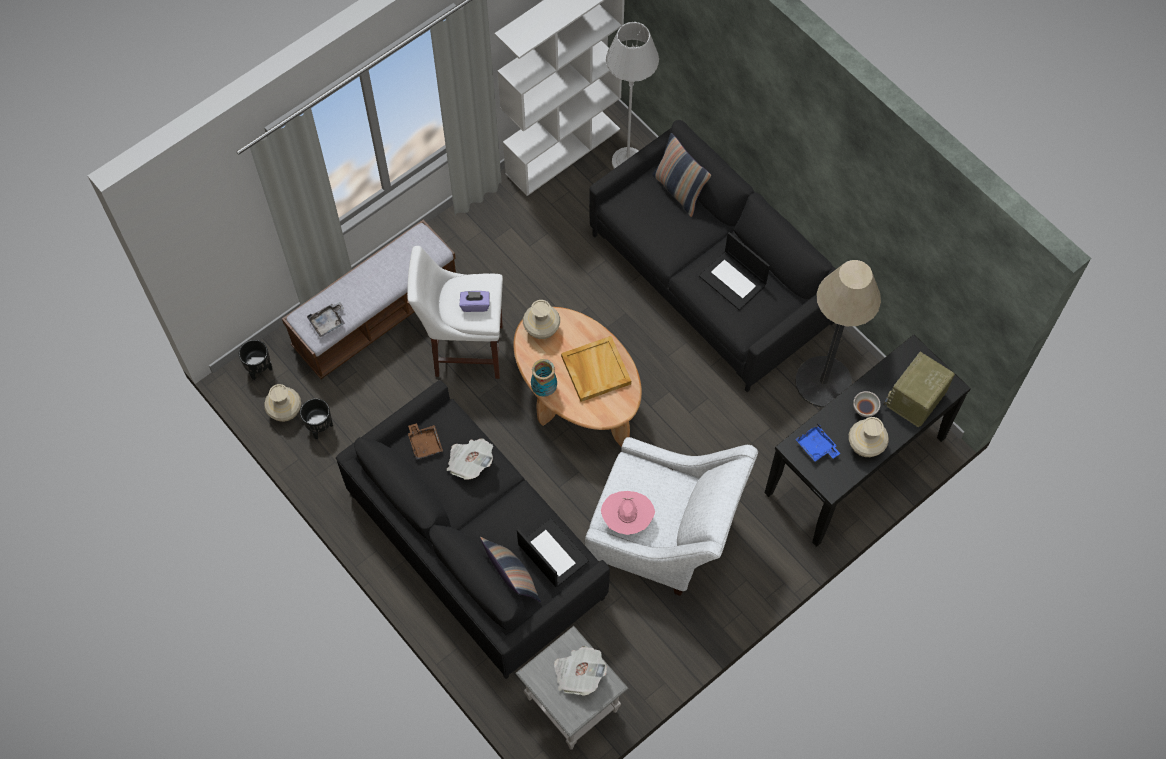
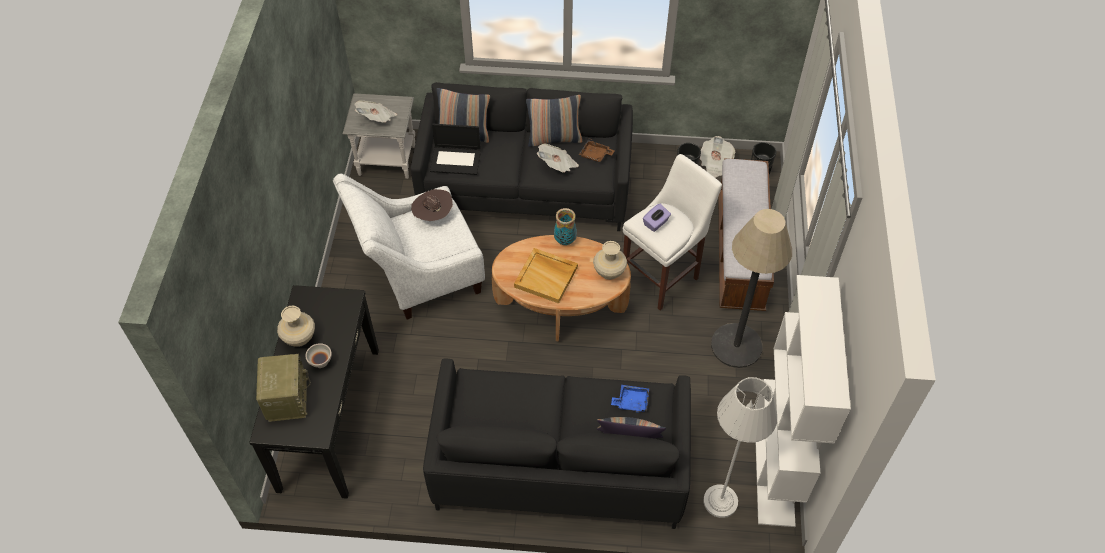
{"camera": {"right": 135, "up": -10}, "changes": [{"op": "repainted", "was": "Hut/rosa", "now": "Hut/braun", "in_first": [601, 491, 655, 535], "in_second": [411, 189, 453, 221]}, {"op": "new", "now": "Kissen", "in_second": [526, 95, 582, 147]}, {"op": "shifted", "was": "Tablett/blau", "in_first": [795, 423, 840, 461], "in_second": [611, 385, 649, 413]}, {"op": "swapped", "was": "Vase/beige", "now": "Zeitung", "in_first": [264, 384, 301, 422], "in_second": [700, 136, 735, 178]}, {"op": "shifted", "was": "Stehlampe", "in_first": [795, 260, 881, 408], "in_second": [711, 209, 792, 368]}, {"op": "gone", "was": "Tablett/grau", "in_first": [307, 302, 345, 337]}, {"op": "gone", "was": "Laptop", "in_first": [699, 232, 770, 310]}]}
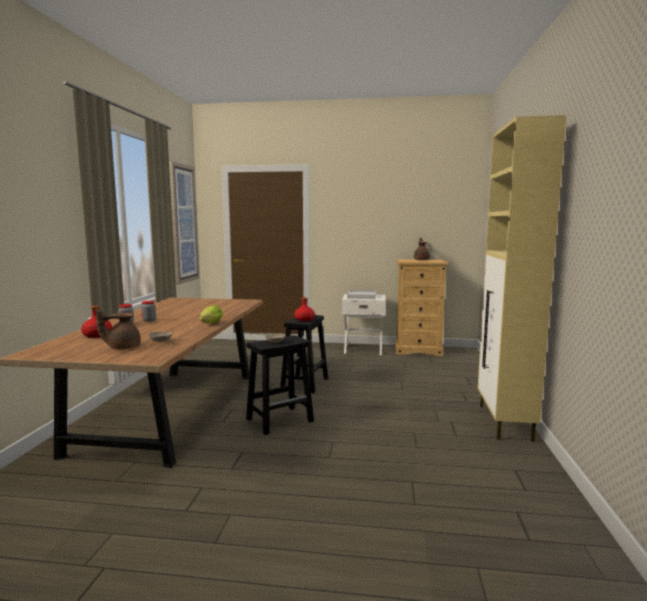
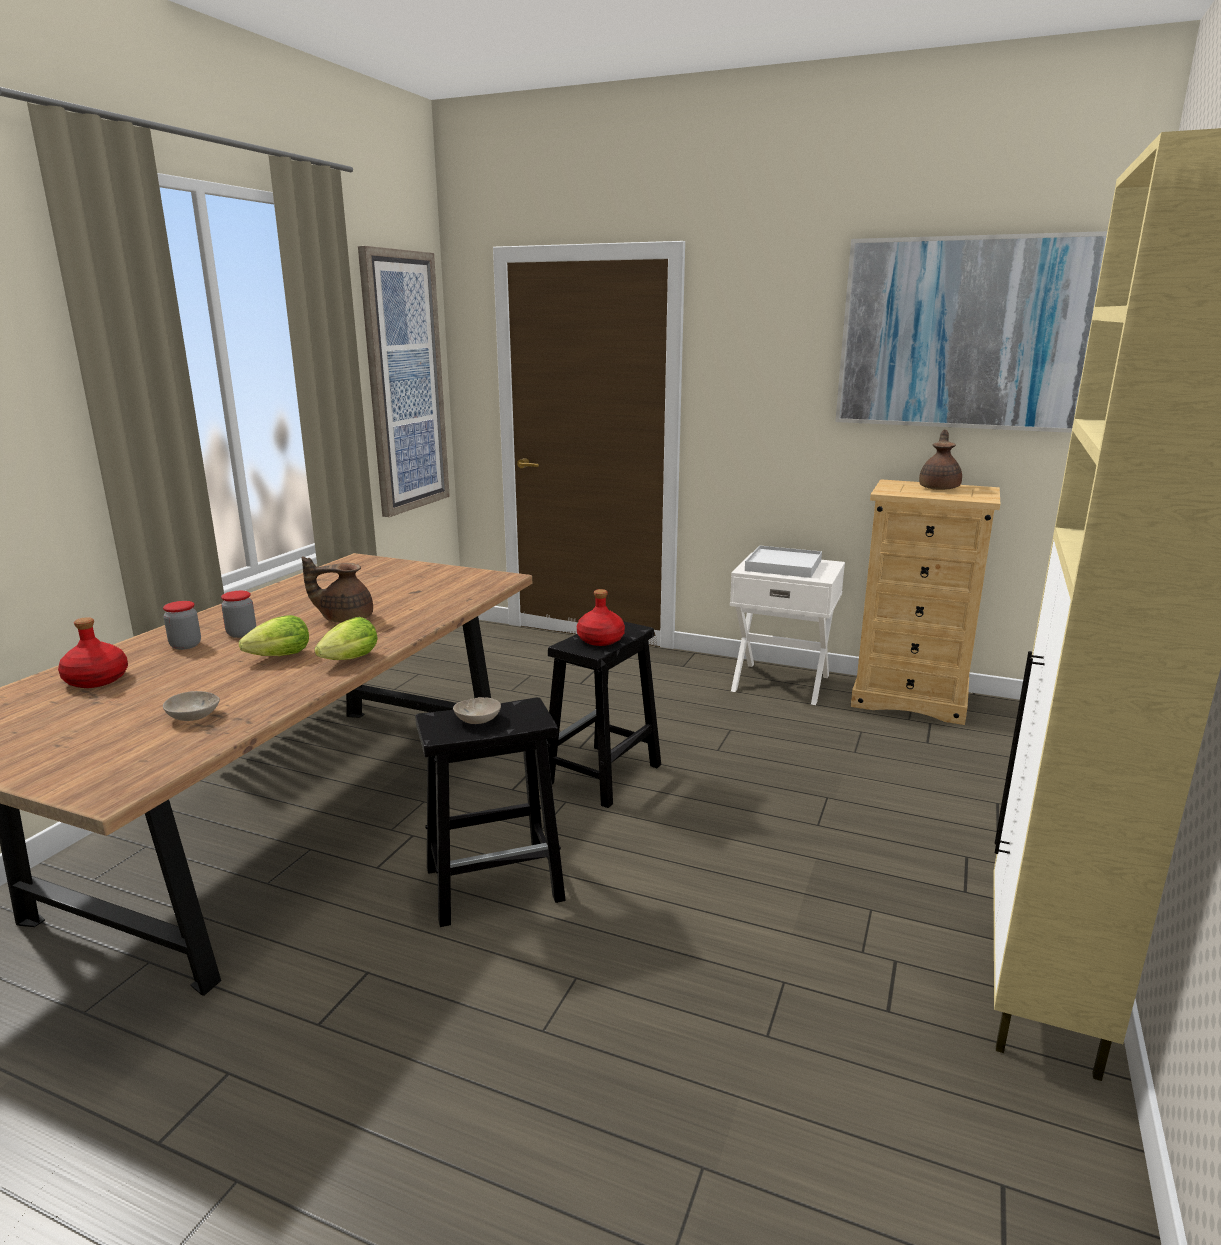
{"camera": {"right": 15, "up": 10}, "changes": [{"op": "new", "now": "Salatkopf", "in_second": [239, 615, 309, 656]}, {"op": "shifted", "was": "Teekanne/braun", "in_first": [96, 309, 141, 349], "in_second": [302, 556, 373, 623]}, {"op": "new", "now": "Bild", "in_second": [835, 231, 1107, 433]}]}
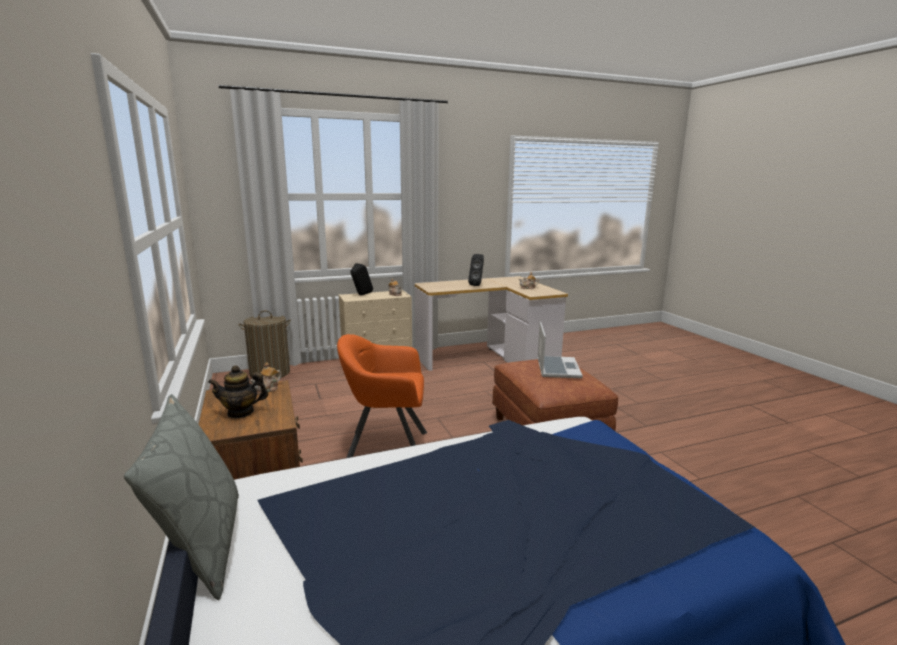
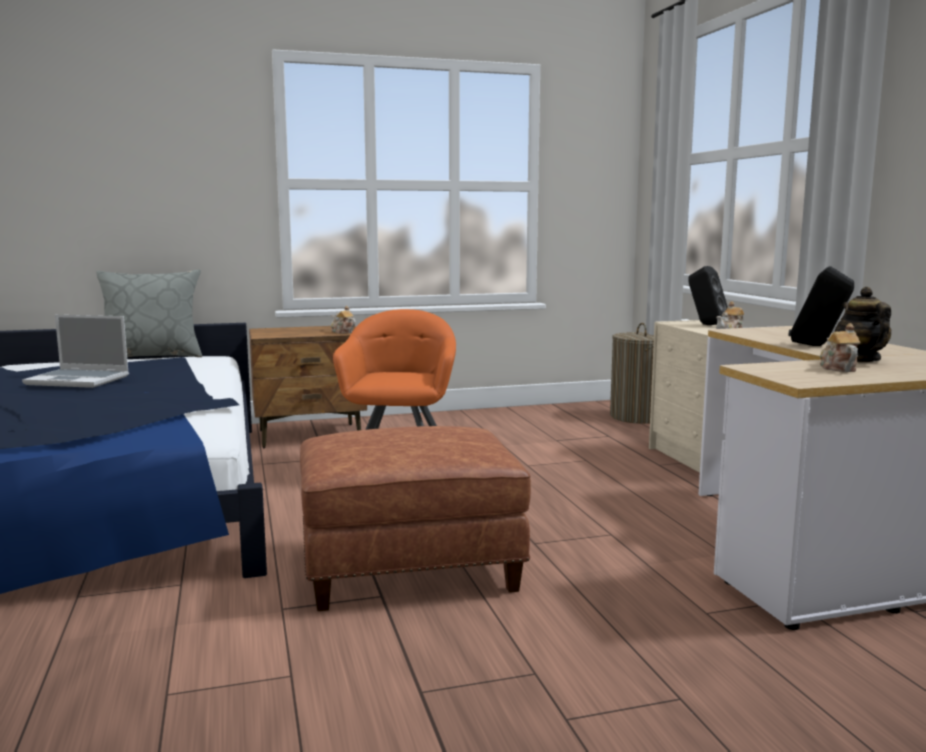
{"camera": {"right": 95, "up": -5}, "changes": [{"op": "shifted", "was": "Laptop", "in_first": [537, 322, 583, 378], "in_second": [22, 315, 129, 388]}, {"op": "shifted", "was": "Teekanne", "in_first": [208, 366, 268, 418], "in_second": [835, 287, 891, 362]}]}
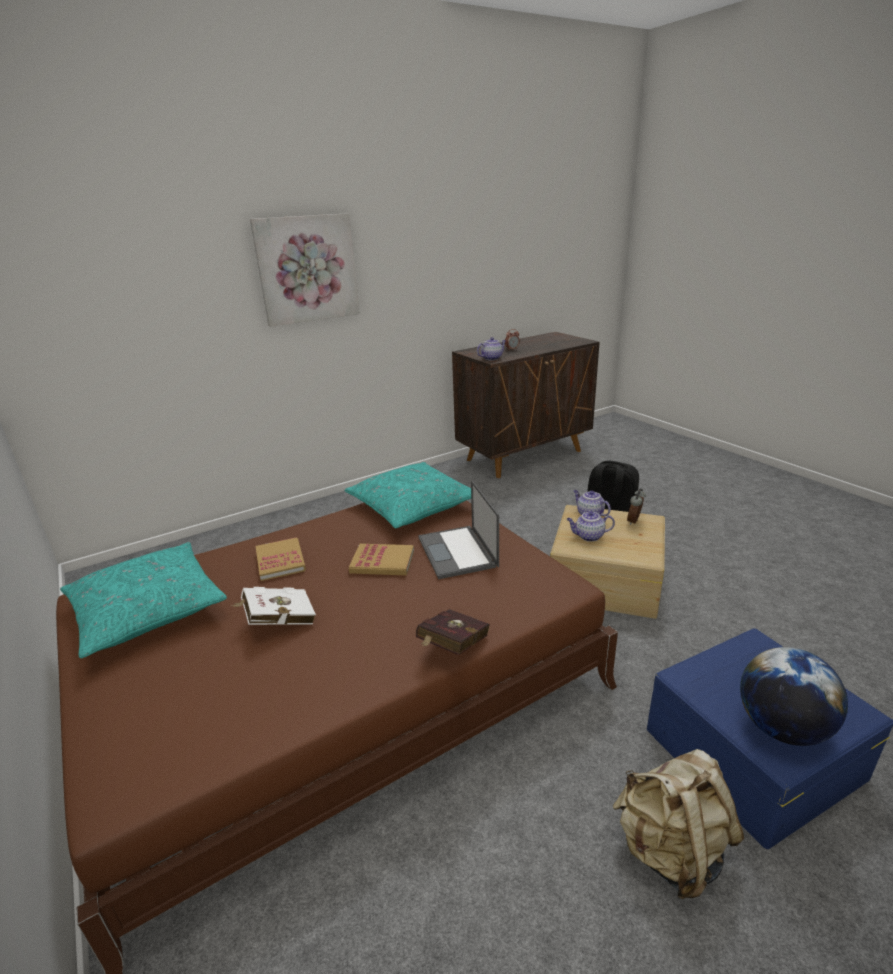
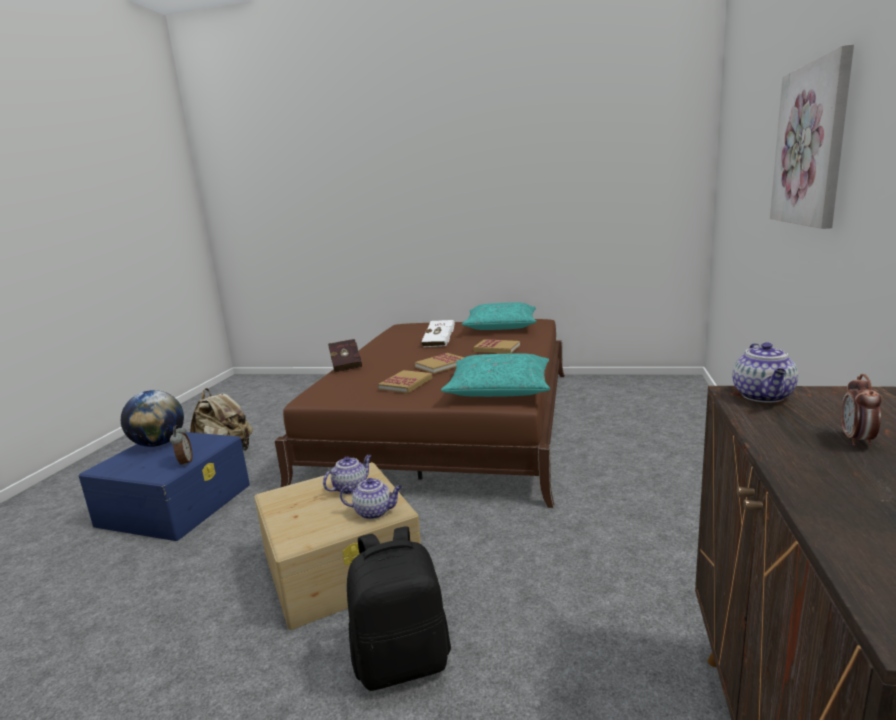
{"camera": {"right": 135, "up": -10}, "changes": [{"op": "shifted", "was": "Wecker", "in_first": [627, 488, 646, 525], "in_second": [170, 425, 193, 467]}, {"op": "swapped", "was": "Laptop", "now": "Buch", "in_first": [418, 480, 499, 579], "in_second": [378, 370, 432, 393]}]}
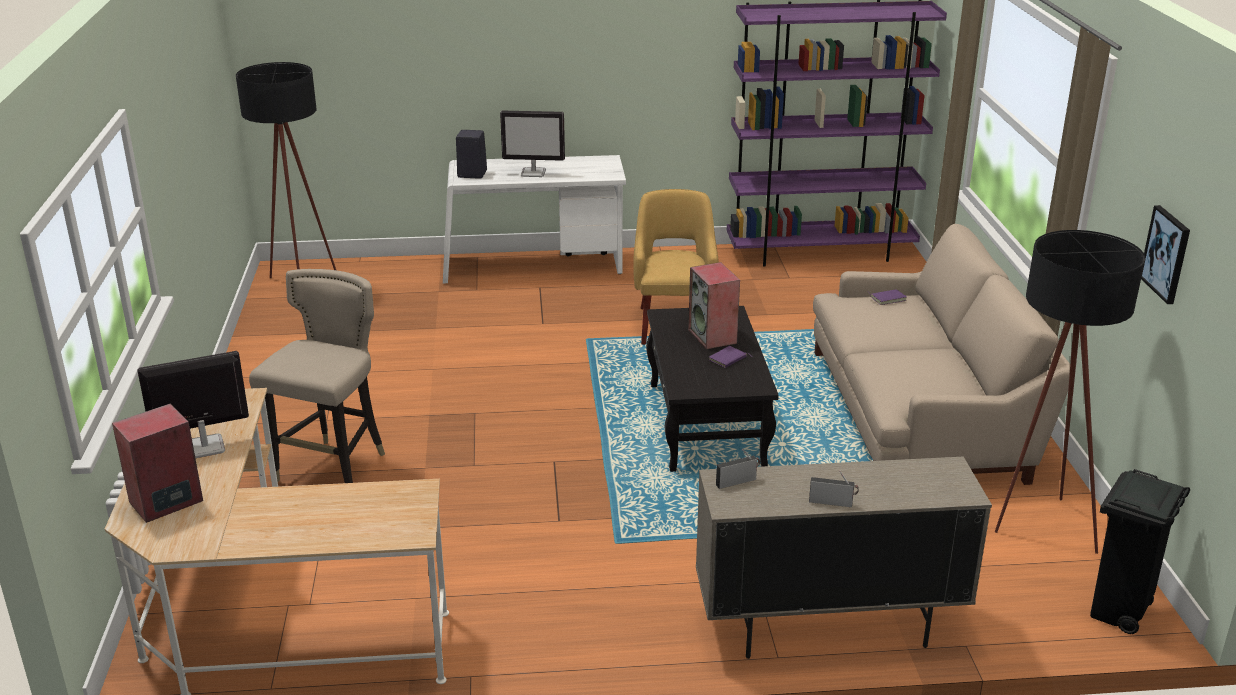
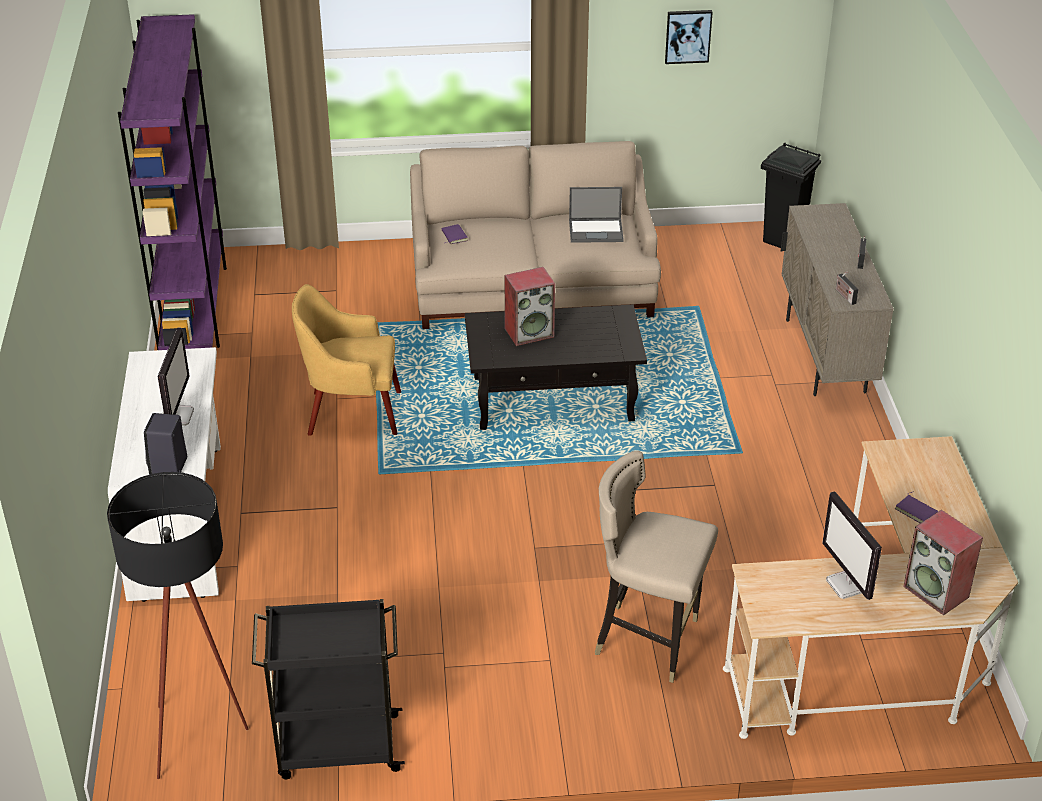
{"camera": {"right": -90, "up": 10}, "changes": [{"op": "new", "now": "Rollwagen/schwarz", "in_second": [252, 599, 405, 779]}, {"op": "new", "now": "Laptop", "in_second": [569, 187, 624, 243]}, {"op": "shifted", "was": "Buch/lila", "in_first": [709, 346, 751, 368], "in_second": [895, 492, 938, 523]}, {"op": "gone", "was": "Stehlampe/schwarz", "in_first": [995, 230, 1146, 554]}]}
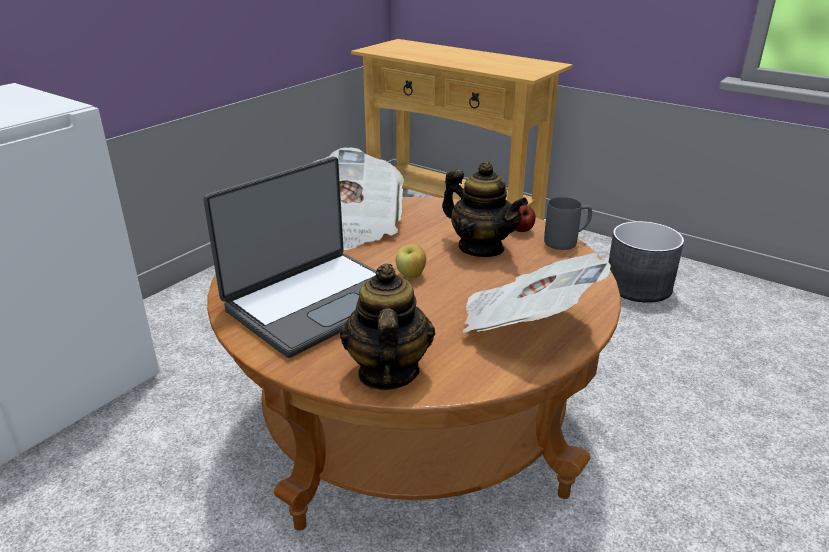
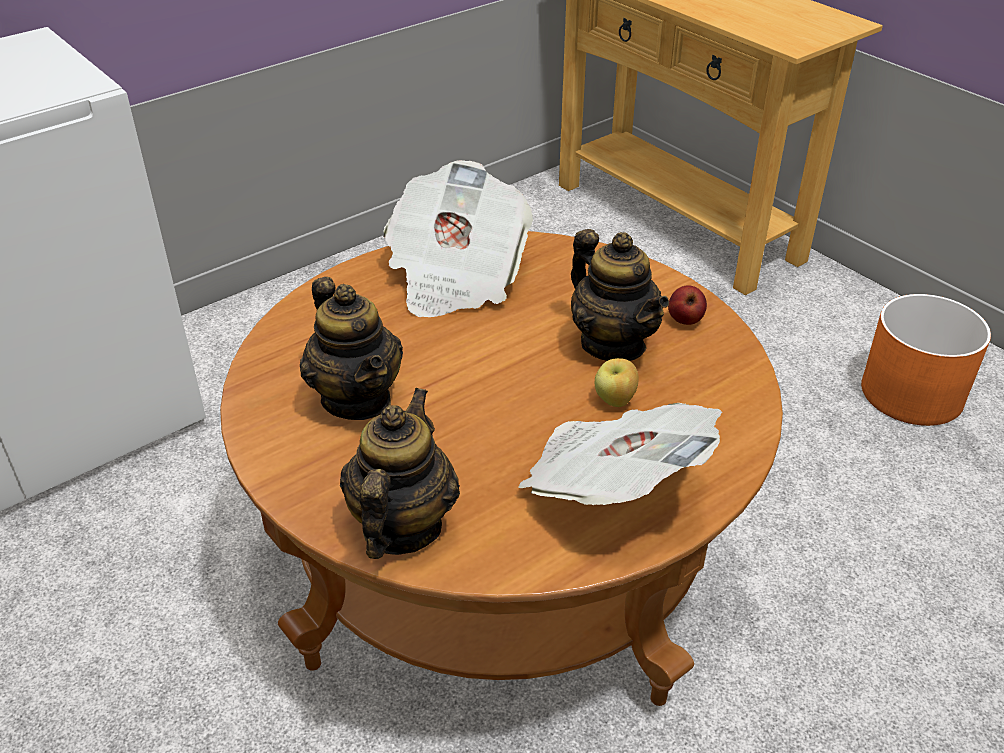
{"camera": {"right": 15, "up": 10}, "changes": [{"op": "swapped", "was": "Laptop", "now": "Teekanne", "in_first": [203, 157, 376, 358], "in_second": [300, 277, 403, 420]}, {"op": "shifted", "was": "Apfel", "in_first": [396, 244, 426, 278], "in_second": [595, 358, 638, 407]}, {"op": "repainted", "was": "Pflanzkübel/grau", "now": "Pflanzkübel/orange", "in_first": [609, 221, 684, 303], "in_second": [861, 294, 991, 426]}, {"op": "gone", "was": "Henkelbecher/grau", "in_first": [544, 197, 592, 250]}]}
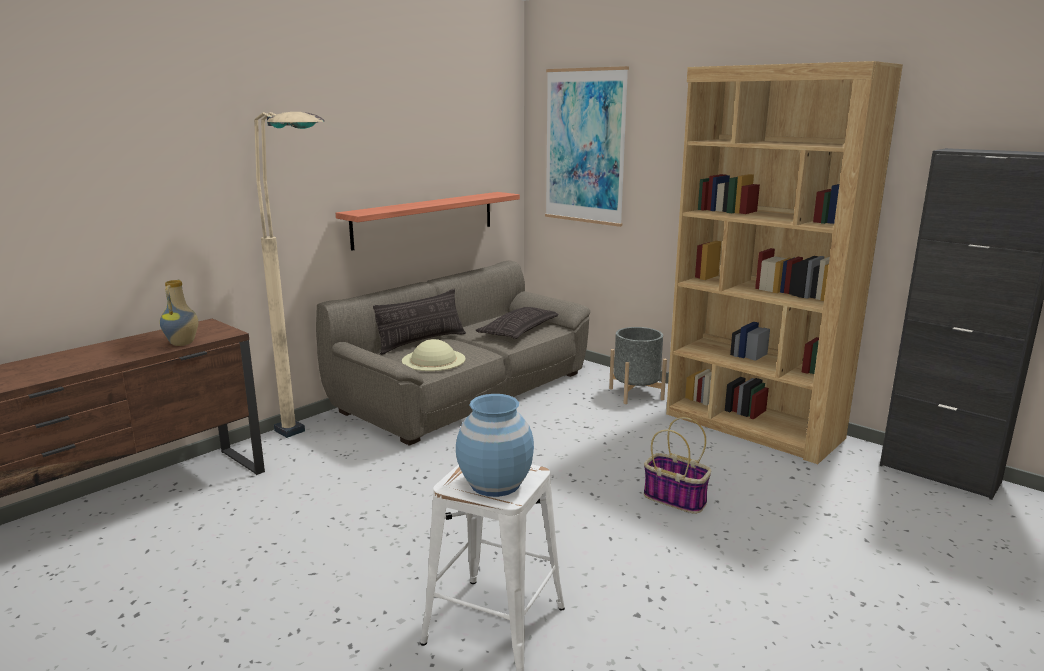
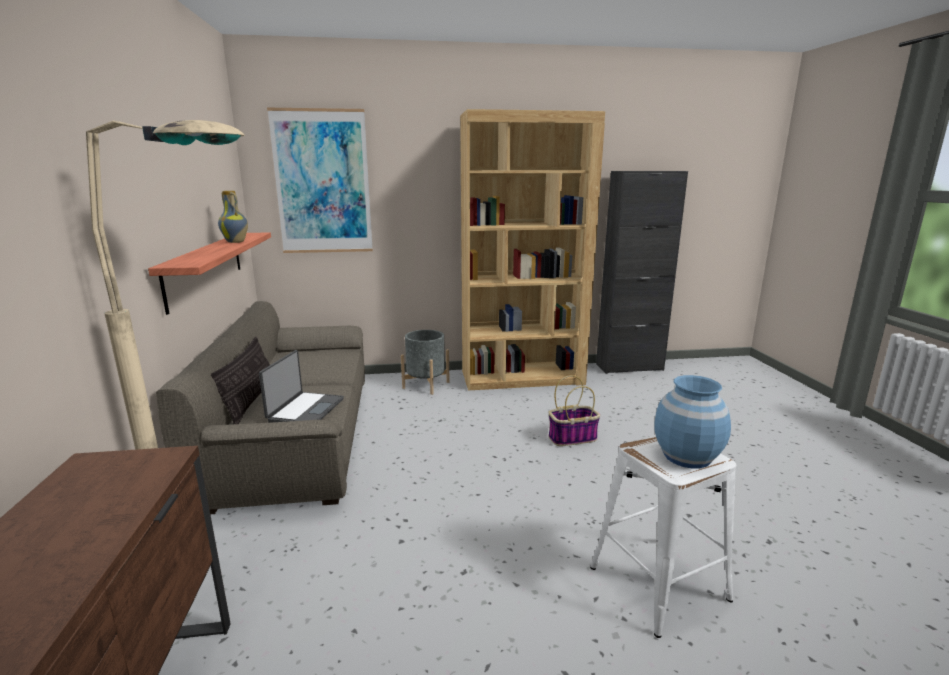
{"camera": {"right": -50, "up": 0}, "changes": [{"op": "shifted", "was": "Vase", "in_first": [160, 280, 199, 346], "in_second": [218, 191, 248, 243]}, {"op": "swapped", "was": "Hut/beige", "now": "Laptop", "in_first": [402, 339, 466, 371], "in_second": [259, 350, 344, 423]}, {"op": "gone", "was": "Kissen", "in_first": [476, 307, 559, 339]}]}
